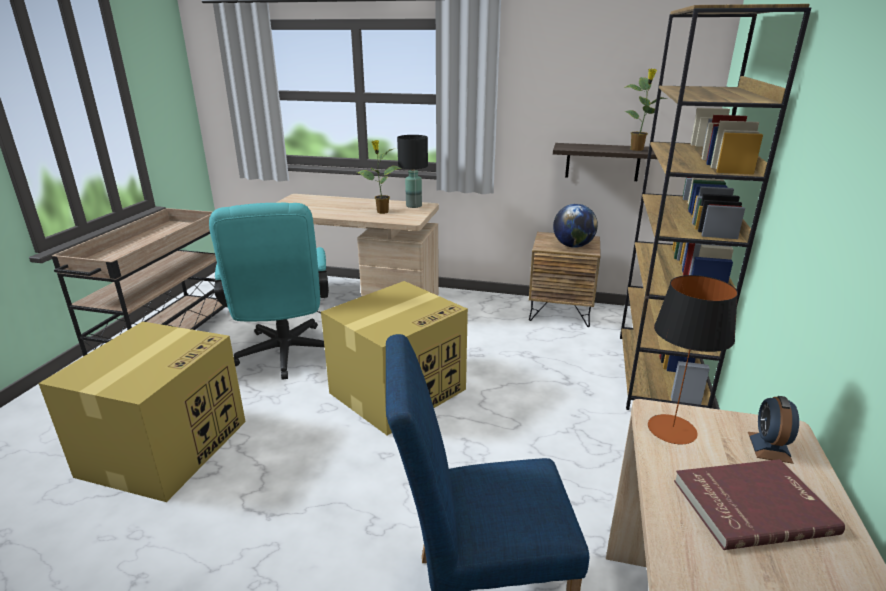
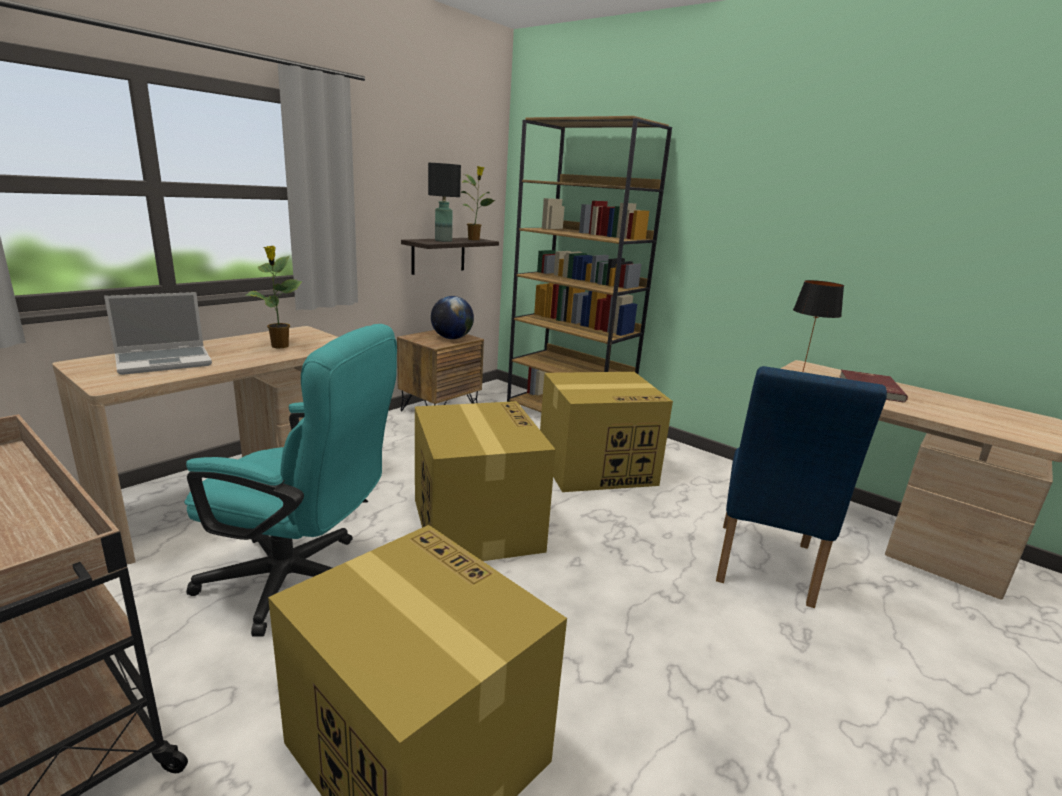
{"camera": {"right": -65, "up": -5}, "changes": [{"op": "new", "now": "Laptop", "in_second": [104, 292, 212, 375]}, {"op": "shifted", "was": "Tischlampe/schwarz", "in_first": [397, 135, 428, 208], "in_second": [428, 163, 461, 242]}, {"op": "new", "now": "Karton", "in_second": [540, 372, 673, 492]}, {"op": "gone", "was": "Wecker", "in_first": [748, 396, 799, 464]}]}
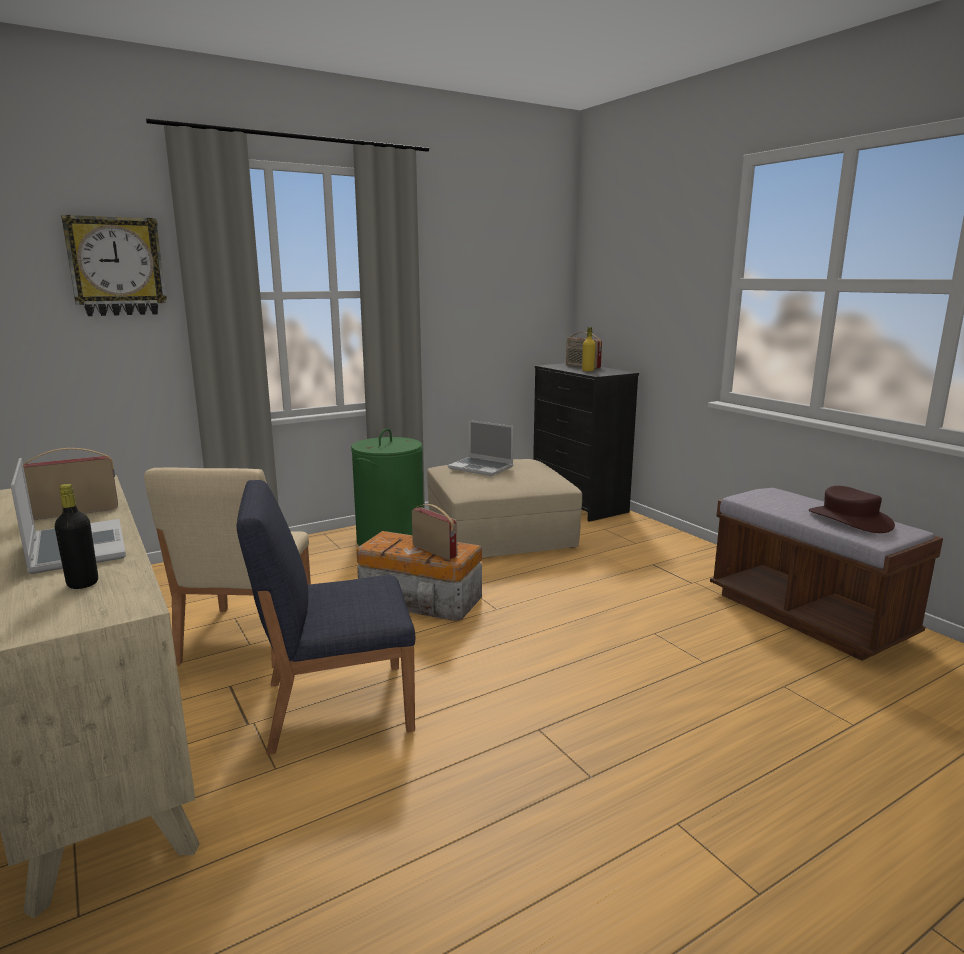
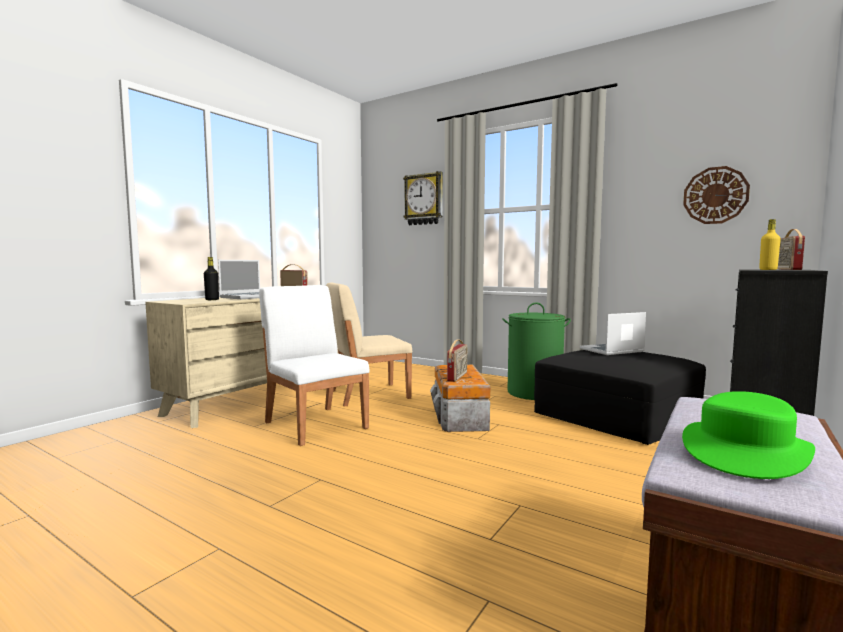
{"camera": {"right": 65, "up": -10}, "changes": [{"op": "repainted", "was": "Stuhl/blau", "now": "Stuhl/weiß", "in_first": [237, 480, 415, 755], "in_second": [259, 285, 370, 446]}, {"op": "repainted", "was": "Polsterhocker/beige", "now": "Polsterhocker/schwarz", "in_first": [427, 459, 582, 558], "in_second": [534, 350, 706, 445]}, {"op": "rotated", "was": "Laptop", "in_first": [448, 420, 514, 476], "in_second": [580, 312, 646, 355], "clockwise": 60}, {"op": "repainted", "was": "Hut/braun", "now": "Hut/grün", "in_first": [809, 486, 895, 533], "in_second": [682, 391, 815, 479]}, {"op": "new", "now": "Wanduhr", "in_second": [683, 166, 750, 224]}]}
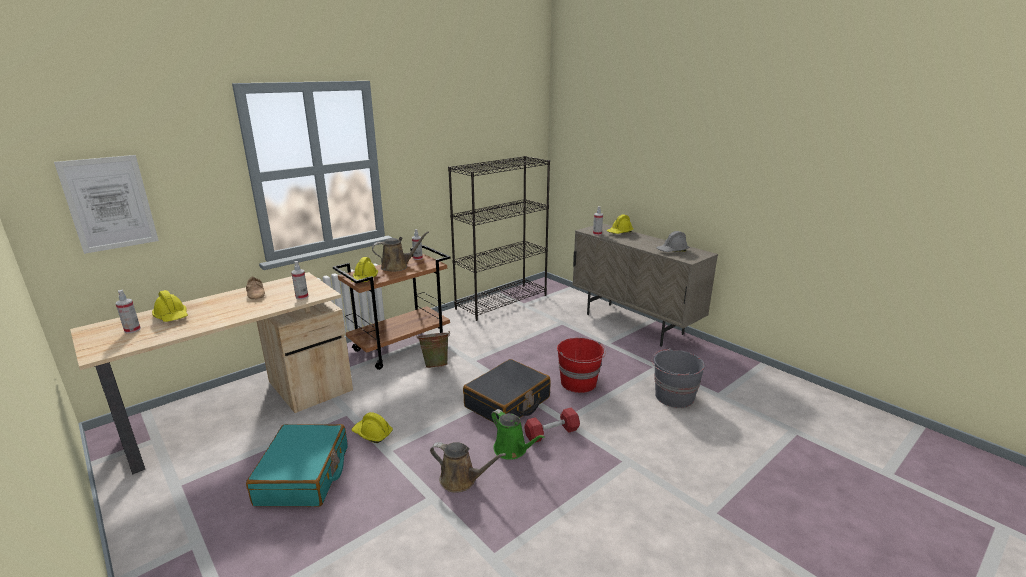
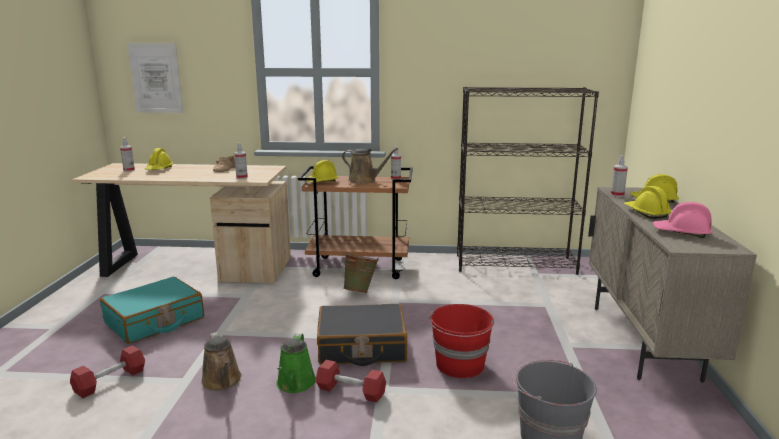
{"camera": {"right": 45, "up": -5}, "changes": [{"op": "new", "now": "Hantel/rot", "in_second": [70, 345, 145, 398]}, {"op": "shifted", "was": "Schutzhelm/gelb", "in_first": [351, 412, 393, 443], "in_second": [624, 186, 672, 219]}, {"op": "repainted", "was": "Schutzhelm/grau", "now": "Schutzhelm/rosa", "in_first": [656, 231, 689, 252], "in_second": [653, 202, 712, 238]}]}
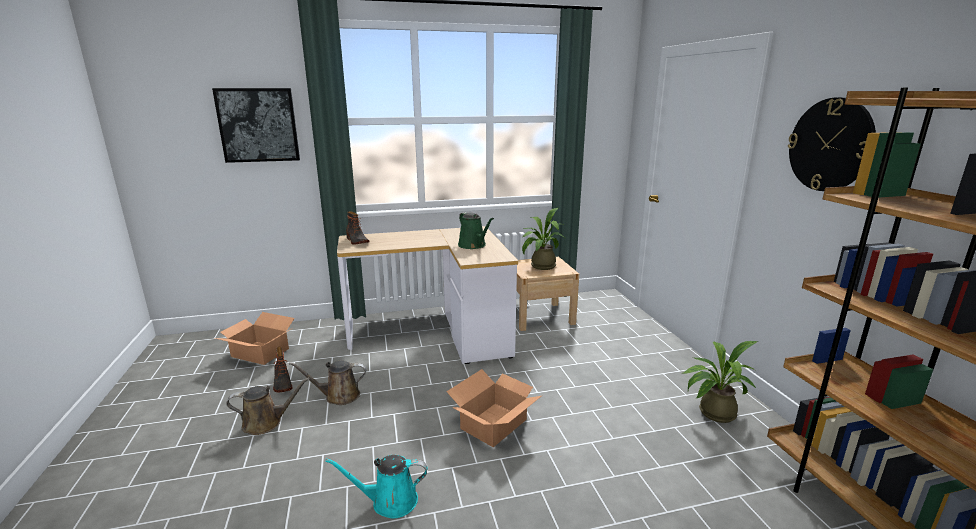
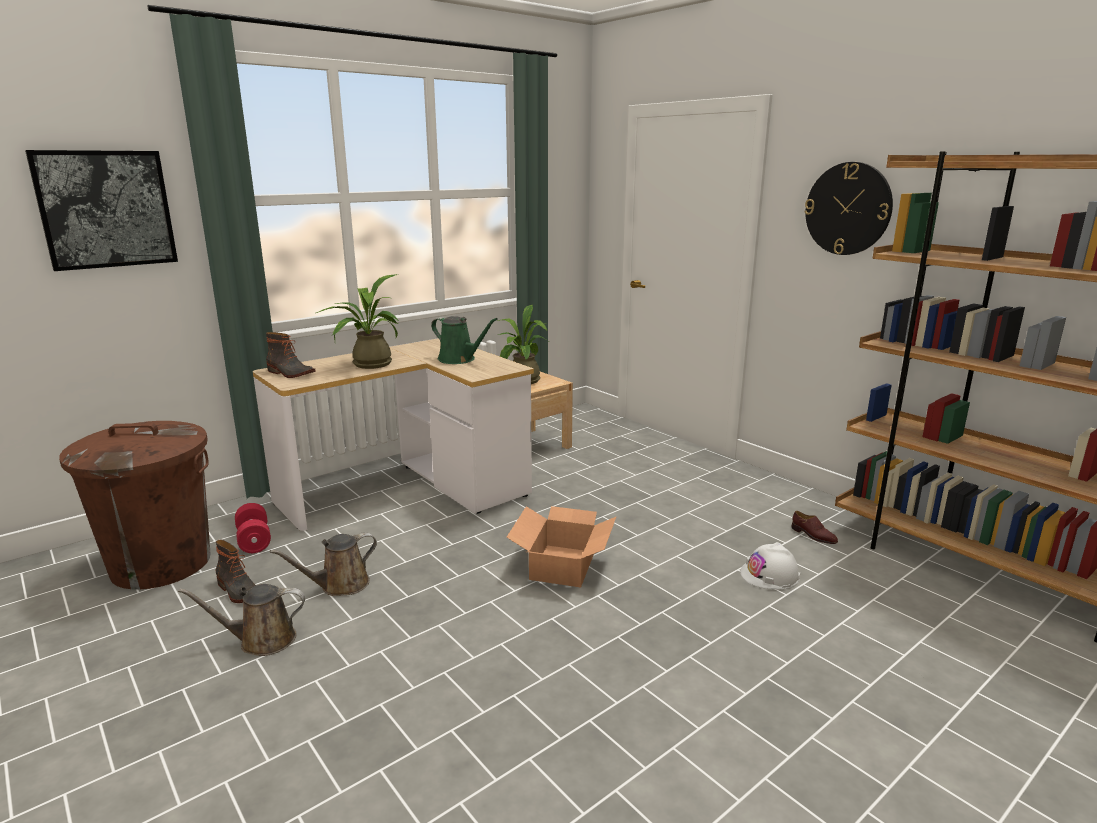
{"camera": {"right": -25, "up": 0}, "changes": [{"op": "swapped", "was": "Karton", "now": "Mülleimer/braun", "in_first": [215, 312, 295, 365], "in_second": [59, 421, 211, 589]}, {"op": "rotated", "was": "Gießkanne/braun", "in_first": [226, 377, 310, 435], "in_second": [178, 584, 305, 656], "clockwise": -150}, {"op": "new", "now": "Hantel/rot", "in_second": [235, 503, 271, 553]}, {"op": "shifted", "was": "Topfpflanze", "in_first": [683, 341, 758, 423], "in_second": [316, 274, 398, 369]}, {"op": "new", "now": "Schutzhelm/weiß", "in_second": [740, 542, 800, 590]}, {"op": "new", "now": "Schuh/braun", "in_second": [791, 511, 838, 544]}, {"op": "gone", "was": "Gießkanne/türkis", "in_first": [325, 455, 427, 518]}]}
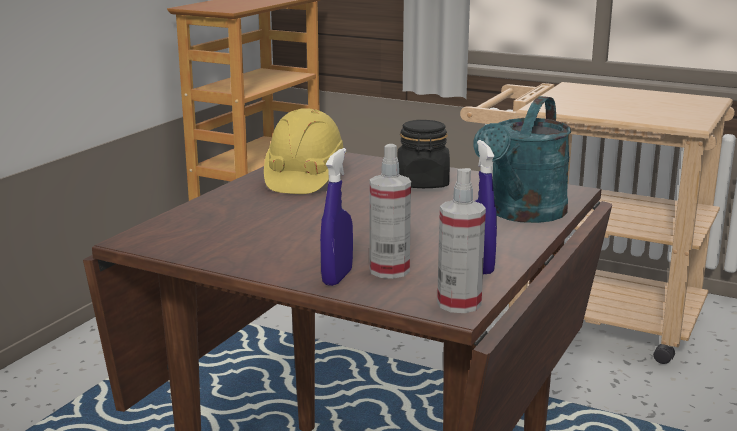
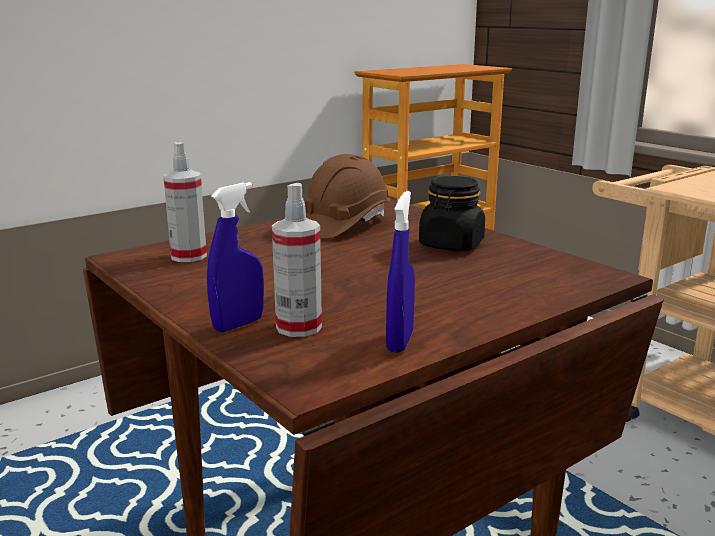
{"camera": {"right": 25, "up": 0}, "changes": [{"op": "shifted", "was": "Sprühflasche", "in_first": [437, 168, 486, 313], "in_second": [163, 142, 207, 262]}, {"op": "repainted", "was": "Schutzhelm/gelb", "now": "Schutzhelm/braun", "in_first": [264, 108, 346, 194], "in_second": [304, 154, 390, 239]}, {"op": "gone", "was": "Gießkanne/türkis", "in_first": [474, 96, 571, 223]}]}
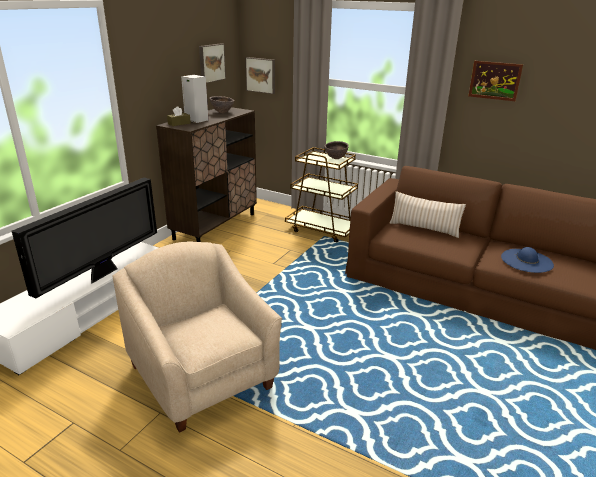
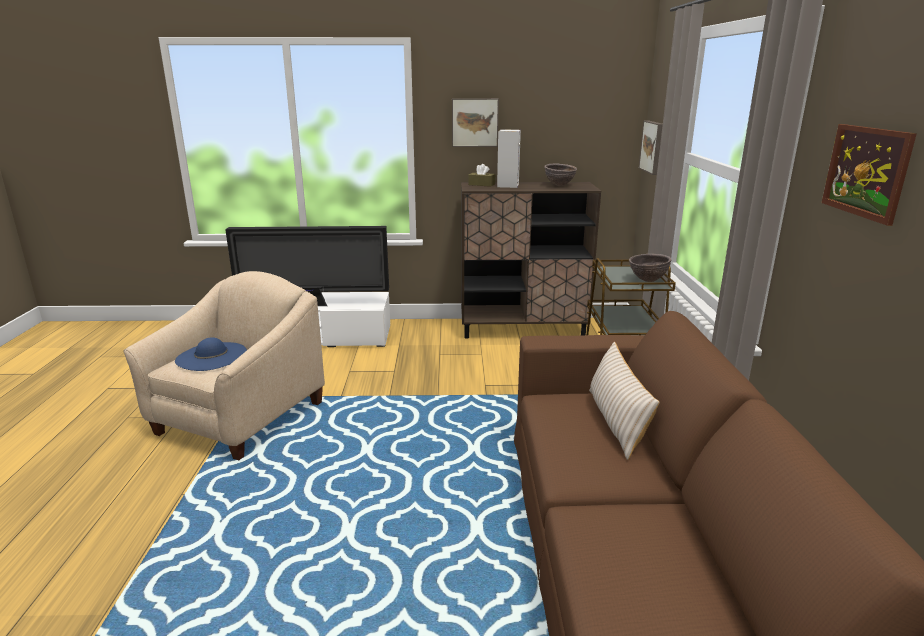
{"camera": {"right": 60, "up": -5}, "changes": [{"op": "shifted", "was": "Hut/blau", "in_first": [501, 247, 554, 273], "in_second": [175, 337, 247, 371]}, {"op": "shifted", "was": "Bild", "in_first": [199, 43, 226, 83], "in_second": [452, 98, 499, 147]}]}
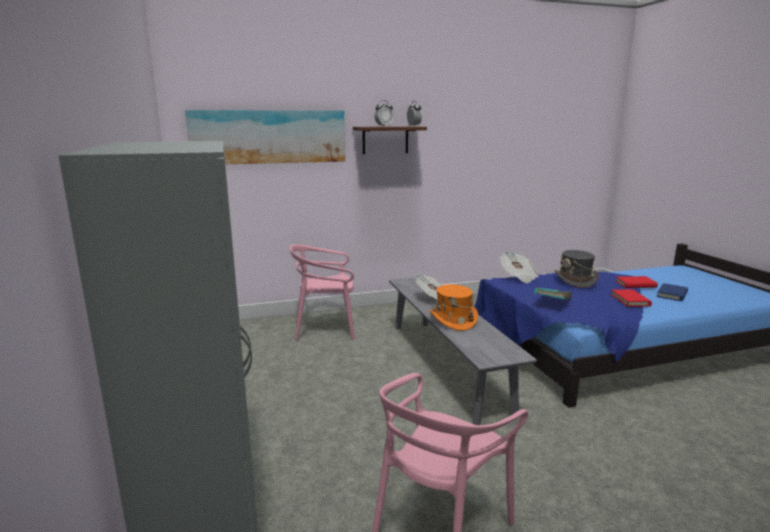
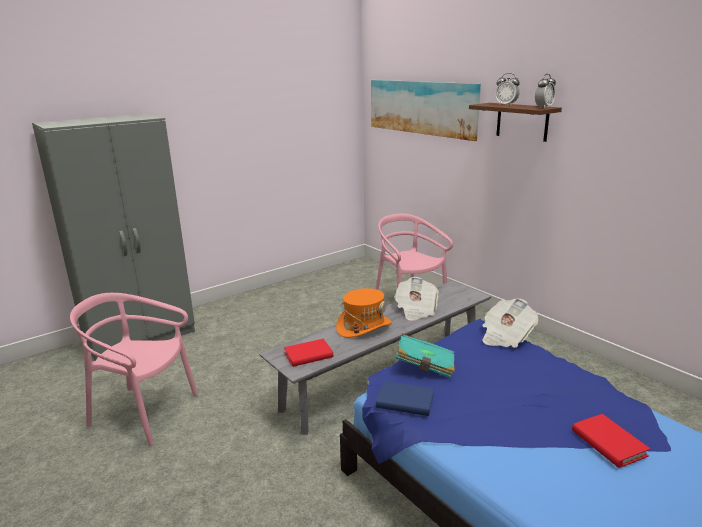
{"camera": {"right": 70, "up": 5}, "changes": [{"op": "shifted", "was": "Buch/rot", "in_first": [611, 289, 652, 307], "in_second": [284, 339, 334, 367]}, {"op": "shifted", "was": "Buch/blau", "in_first": [657, 283, 688, 301], "in_second": [376, 381, 434, 416]}, {"op": "gone", "was": "Hut/grau", "in_first": [555, 250, 599, 288]}]}
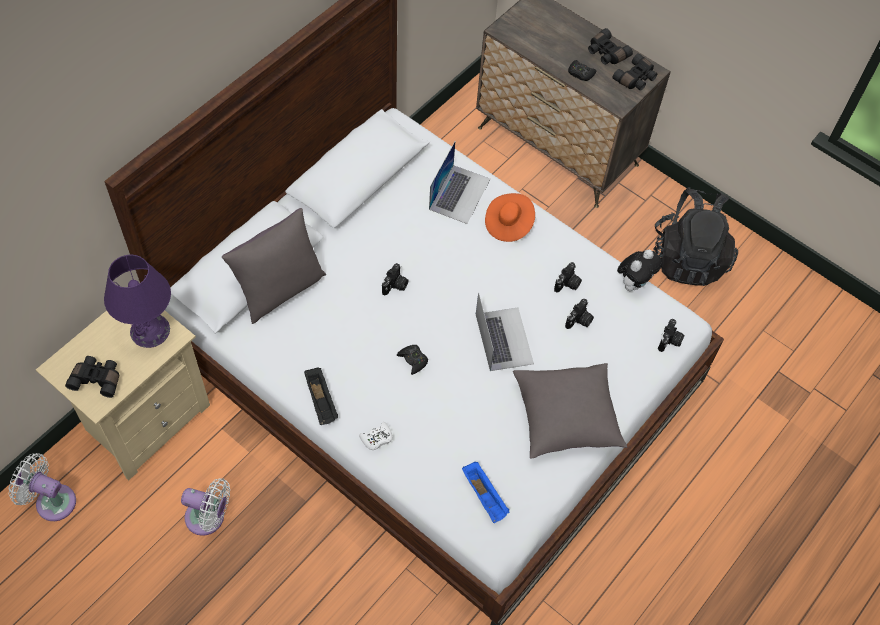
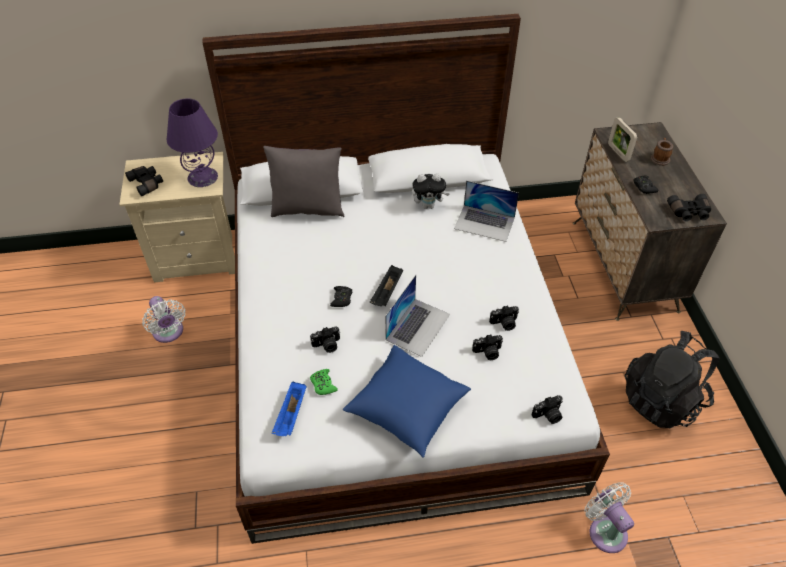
{"camera": {"right": 45, "up": -10}, "changes": [{"op": "shifted", "was": "Kamera", "in_first": [382, 263, 409, 295], "in_second": [310, 327, 340, 353]}, {"op": "new", "now": "Gamepad/grün", "in_second": [310, 369, 338, 395]}, {"op": "repainted", "was": "Kissen/grau", "now": "Kissen/blau", "in_first": [513, 363, 627, 458], "in_second": [343, 345, 471, 458]}, {"op": "shifted", "was": "Tablett/schwarz", "in_first": [304, 367, 338, 425], "in_second": [370, 265, 403, 306]}, {"op": "shifted", "was": "Plüschtier", "in_first": [617, 250, 662, 291], "in_second": [412, 173, 450, 209]}, {"op": "rotated", "was": "Laptop", "in_first": [429, 142, 490, 224], "in_second": [454, 181, 519, 242], "clockwise": 45}, {"op": "shifted", "was": "Ventilator/weiß", "in_first": [9, 453, 76, 521], "in_second": [585, 482, 634, 553]}, {"op": "new", "now": "Bilderrahmen", "in_second": [608, 117, 637, 162]}, {"op": "new", "now": "Henkelbecher", "in_second": [651, 138, 673, 166]}, {"op": "gone", "was": "Gamepad/weiß", "in_first": [359, 422, 393, 450]}, {"op": "gone", "was": "Hut/orange", "in_first": [485, 193, 535, 242]}, {"op": "gone", "was": "Fernglas/schwarz", "in_first": [588, 28, 633, 65]}]}
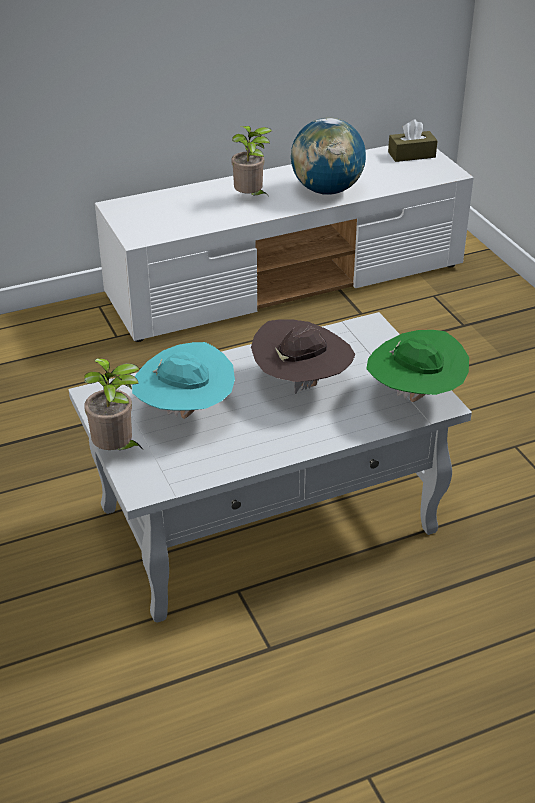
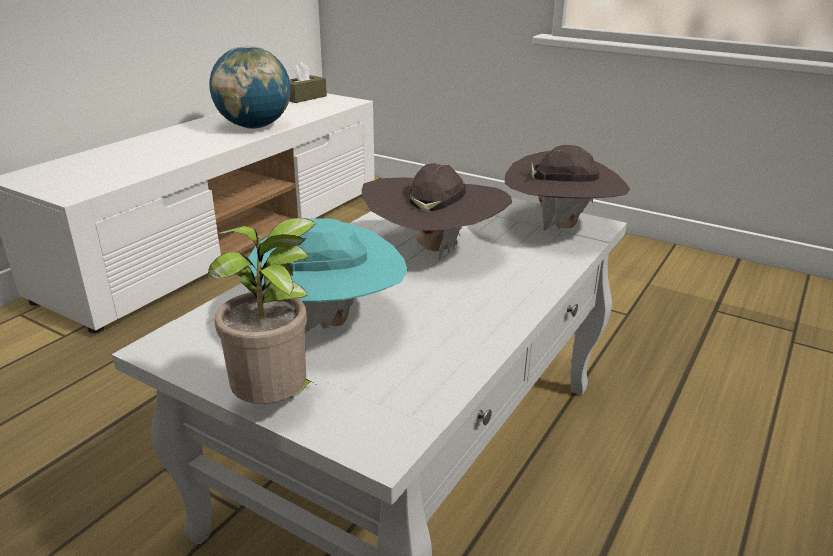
{"camera": {"right": -35, "up": -10}, "changes": [{"op": "repainted", "was": "Hut/grün", "now": "Hut/braun", "in_first": [367, 330, 469, 402], "in_second": [505, 145, 630, 231]}, {"op": "gone", "was": "Topfpflanze", "in_first": [231, 126, 272, 195]}]}
